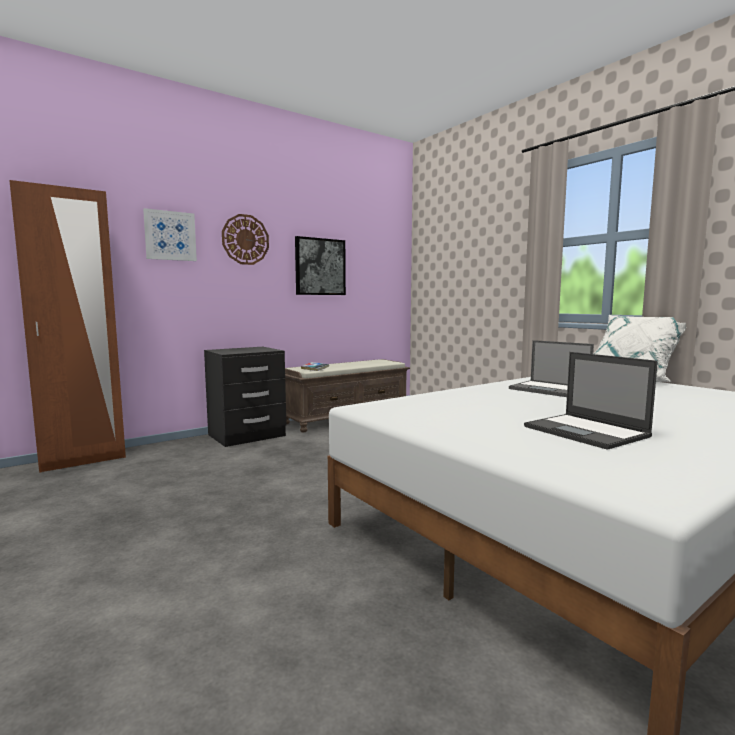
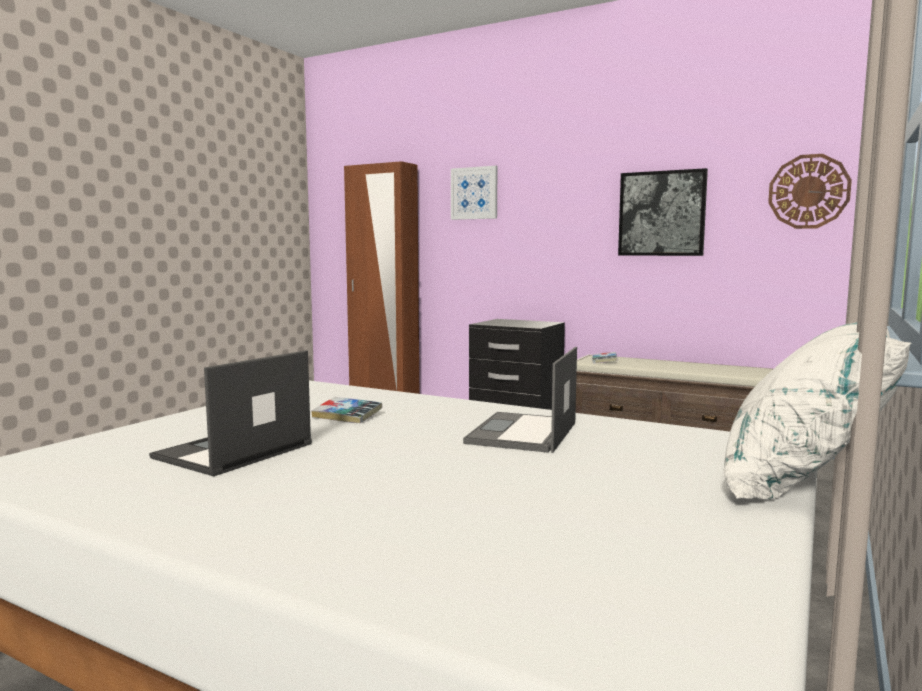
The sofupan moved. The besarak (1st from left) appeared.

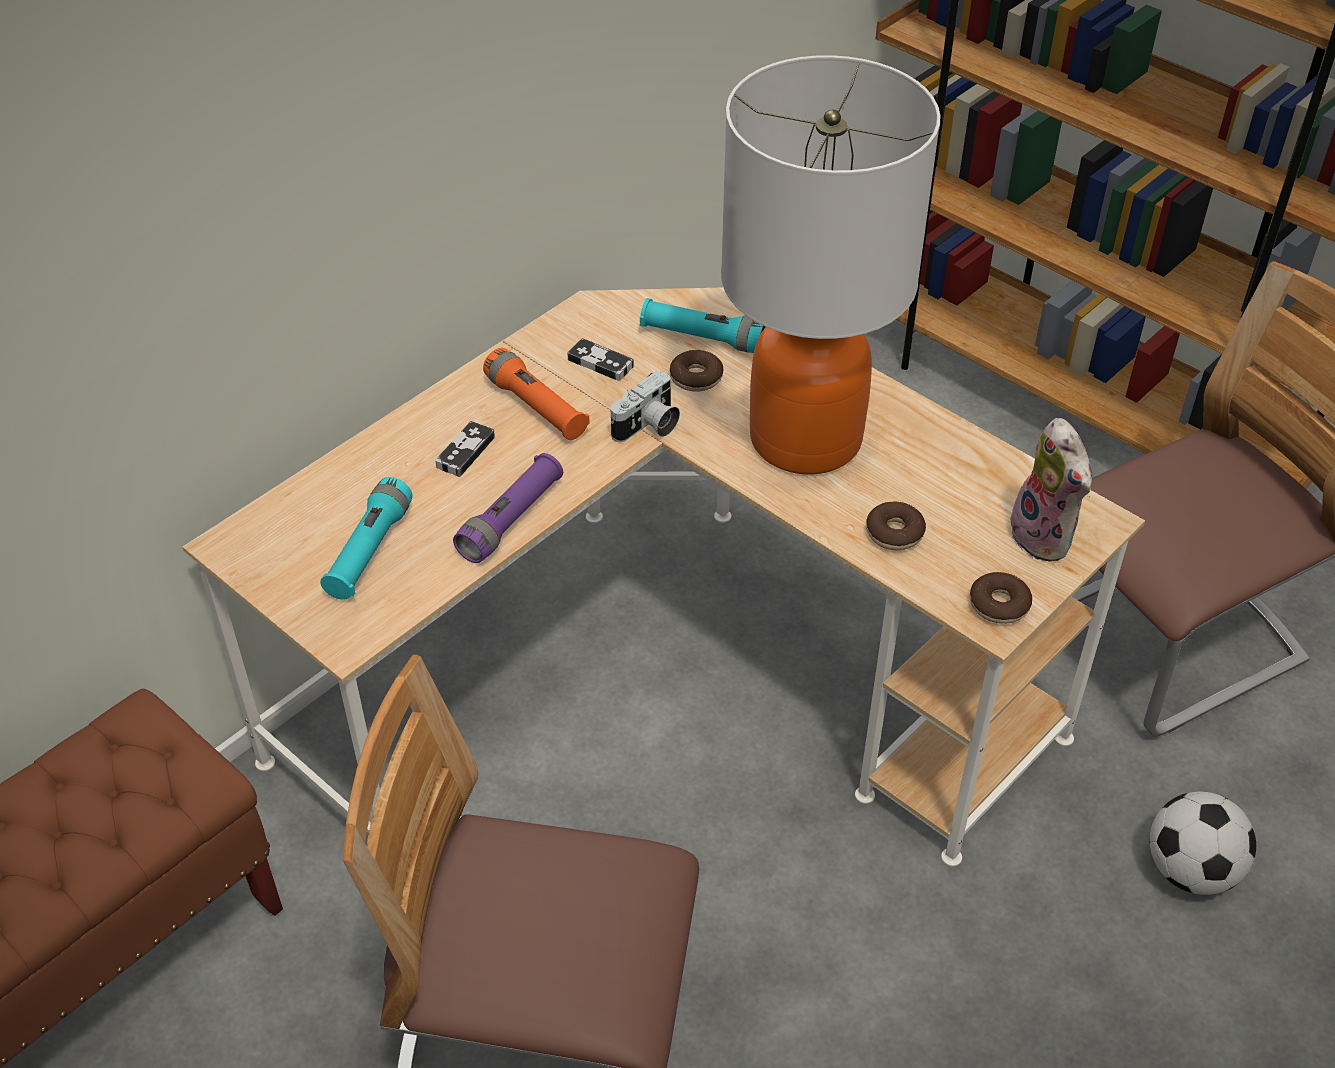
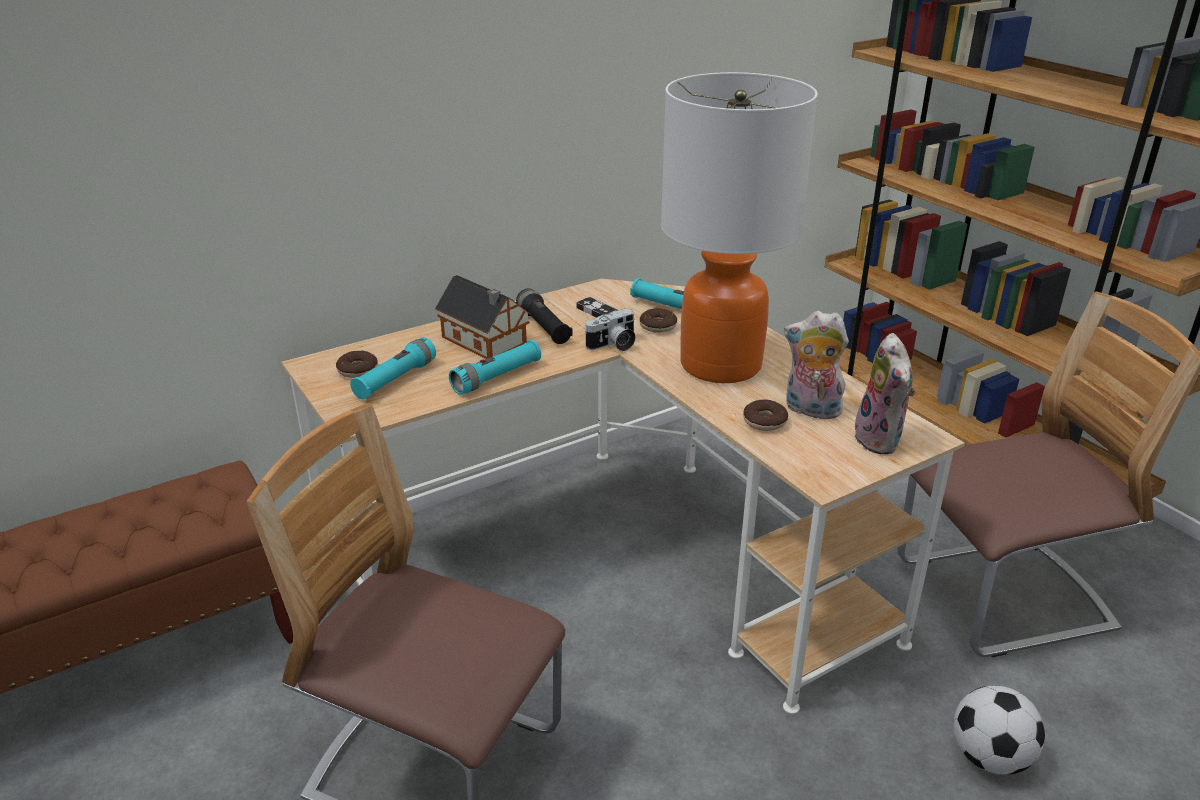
The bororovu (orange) became the bororovu (black). The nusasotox (1st from left) was replaced by the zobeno. The bororovu (purple) became the bororovu (turquoise) (2nd from left). The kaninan (3rd from left in the first image) moved. The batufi (1st from left) appeared.

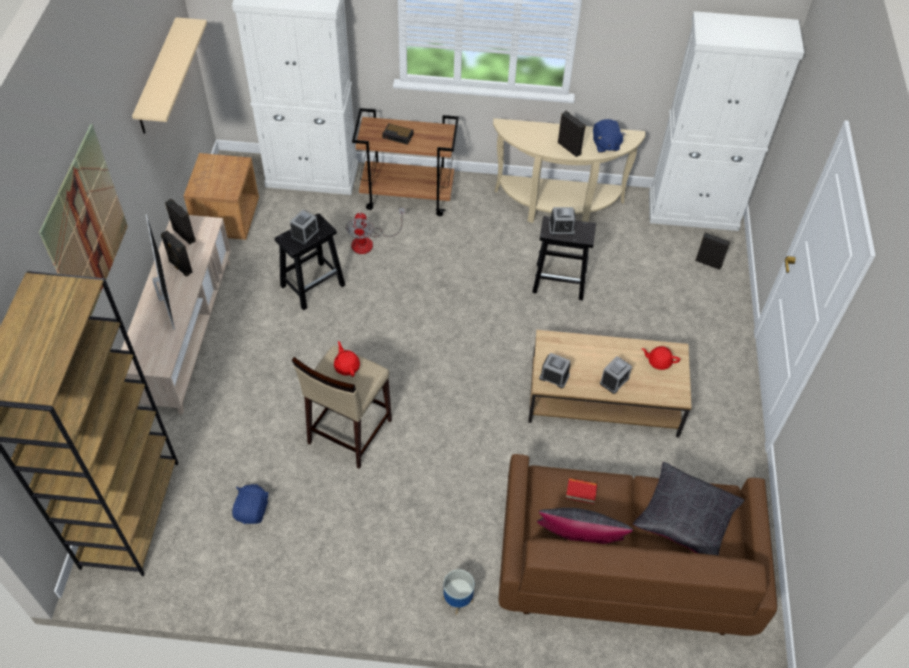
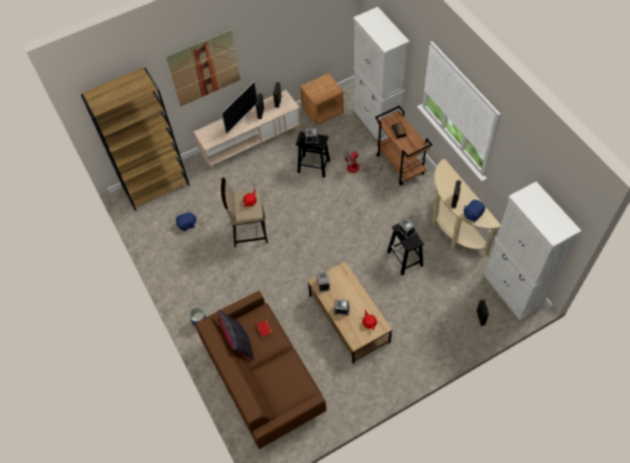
The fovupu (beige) disappeared. The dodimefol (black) (2nd from left) disappeared.

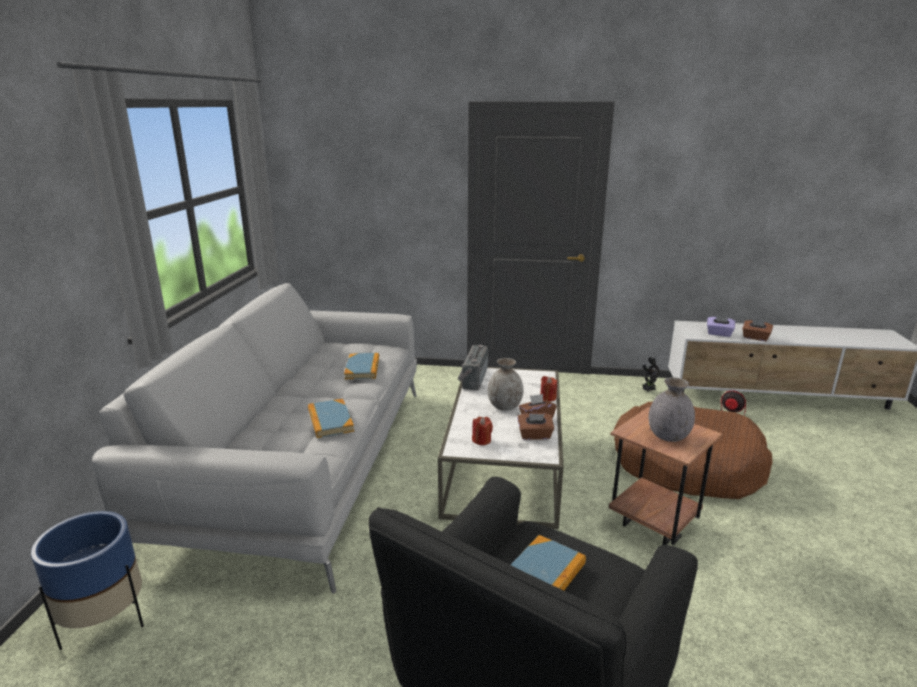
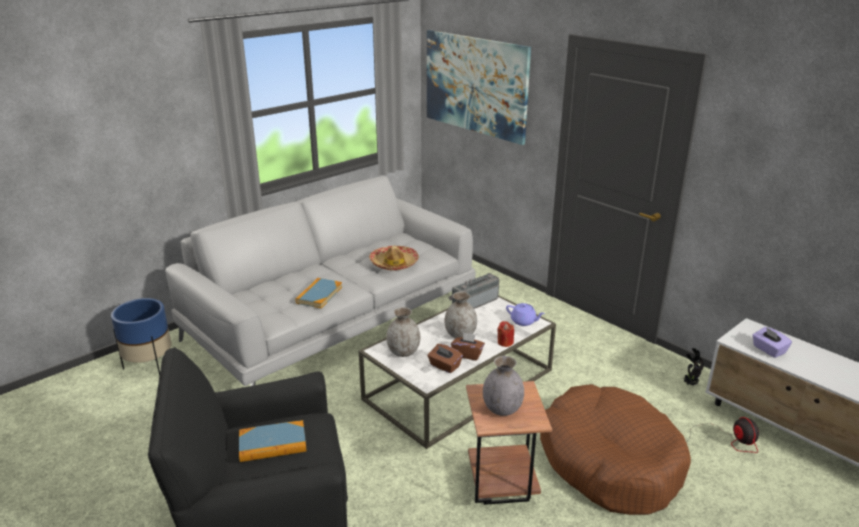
The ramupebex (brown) (3rd from left) disappeared. The besarak (2nd from left) was replaced by the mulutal. The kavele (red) (1st from left) was replaced by the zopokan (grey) (1st from left). The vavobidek appeared. The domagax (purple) appeared.

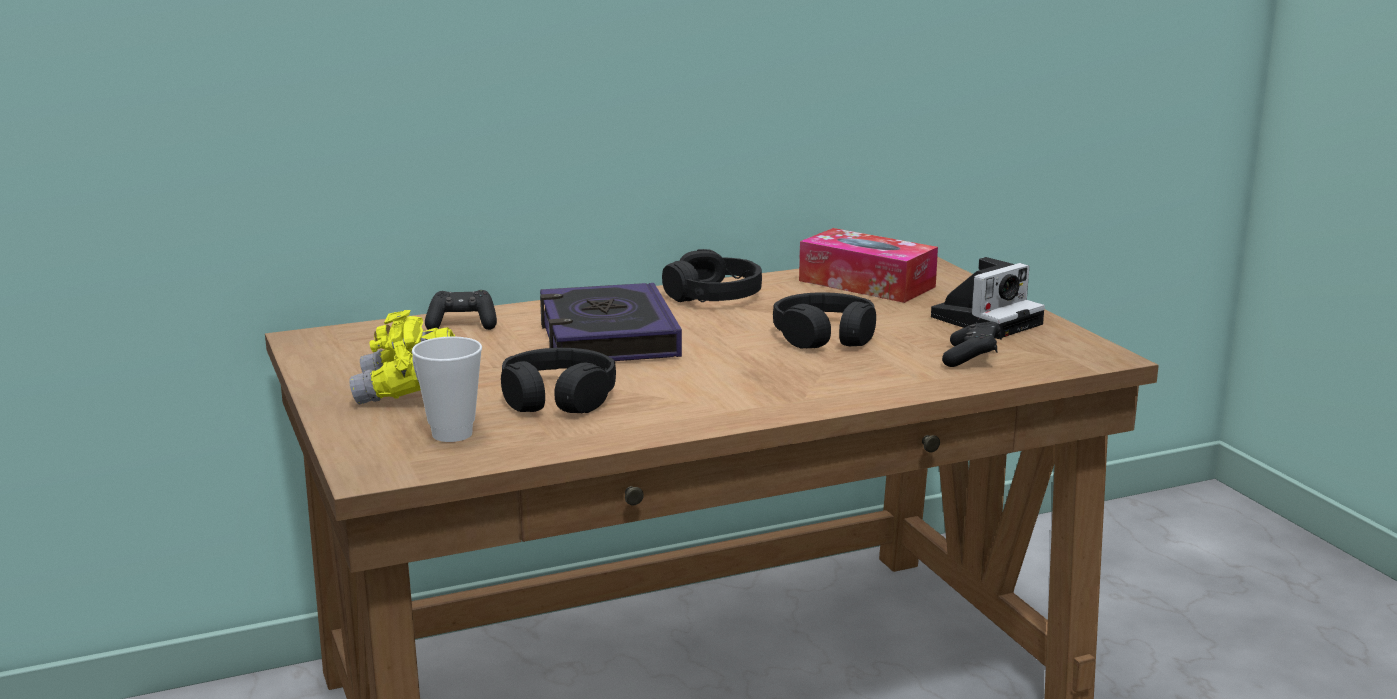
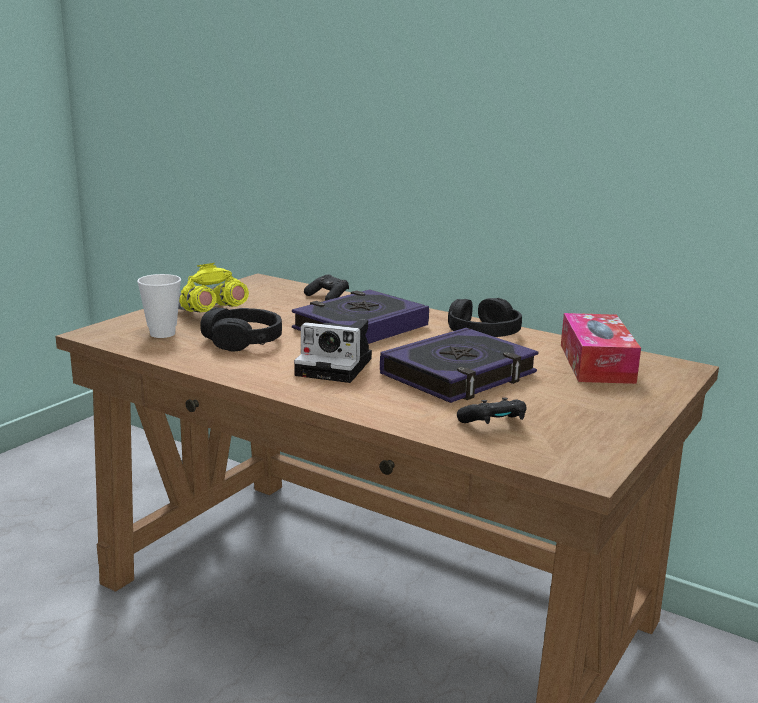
The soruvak moved. The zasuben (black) (3rd from left) was replaced by the besarak (2nd from left).

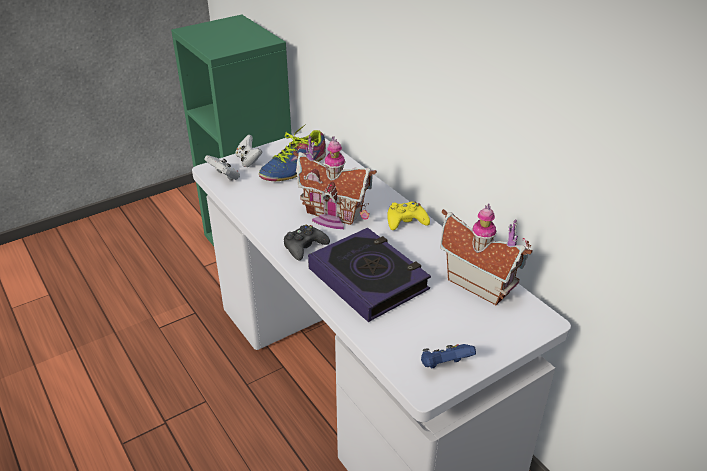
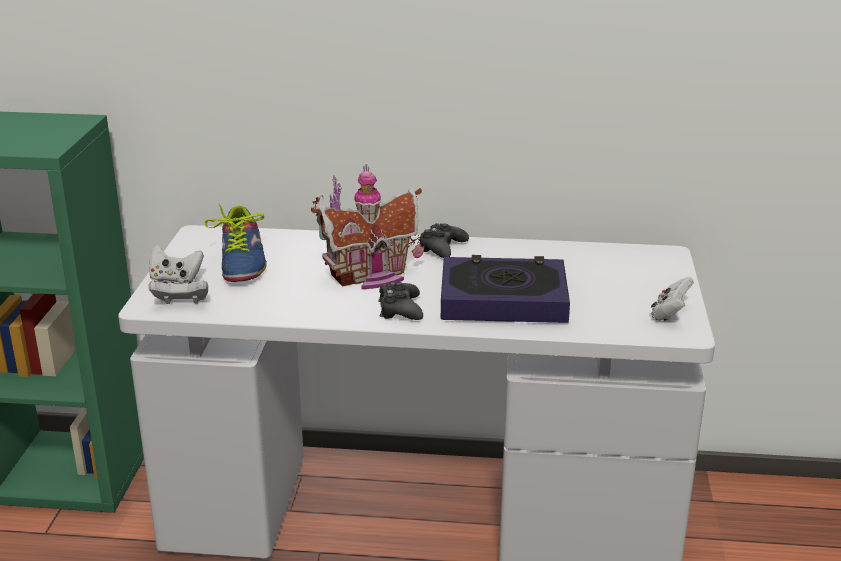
The nusasotox (yellow) became the nusasotox (black) (2nd from left). The zobeno (2nd from left) disappeared. The nusasotox (blue) became the nusasotox (white) (3rd from left).

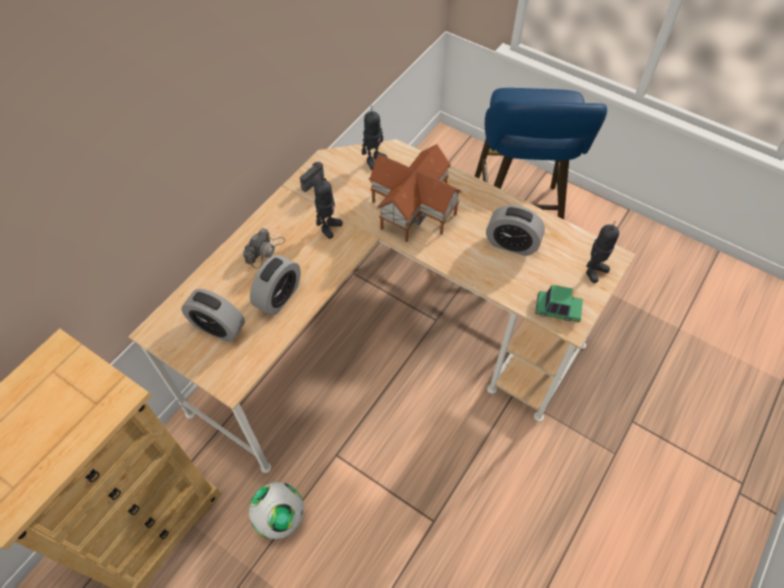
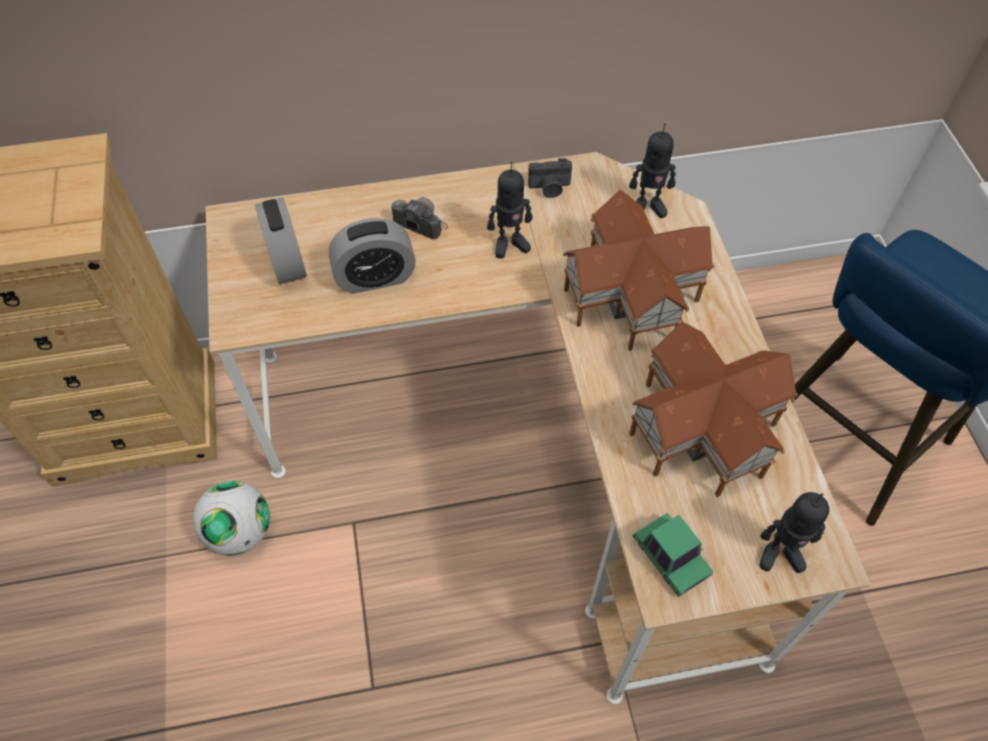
The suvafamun (3rd from left) was replaced by the zobeno (2nd from left). The soruvak (1st from left) turned 135 degrees counterclockwise.

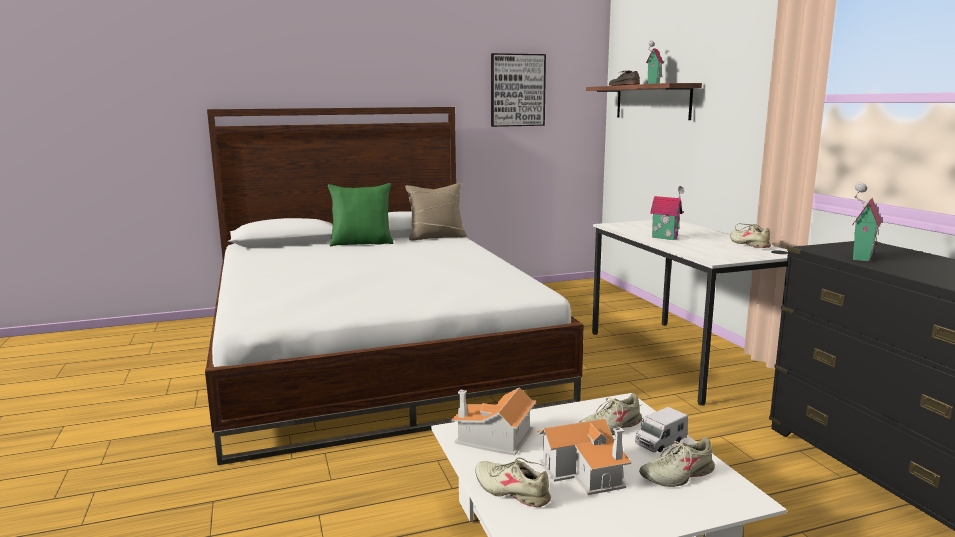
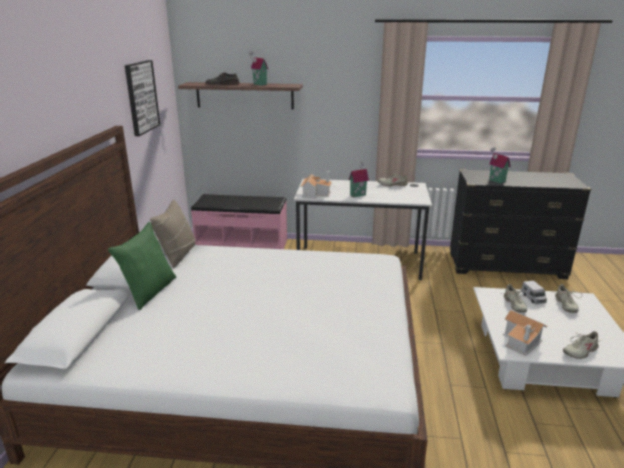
The zobeno (2nd from left) moved. The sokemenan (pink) appeared.

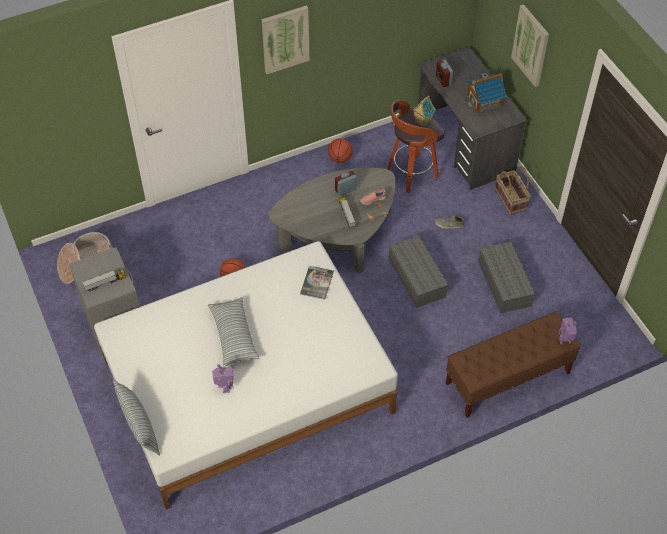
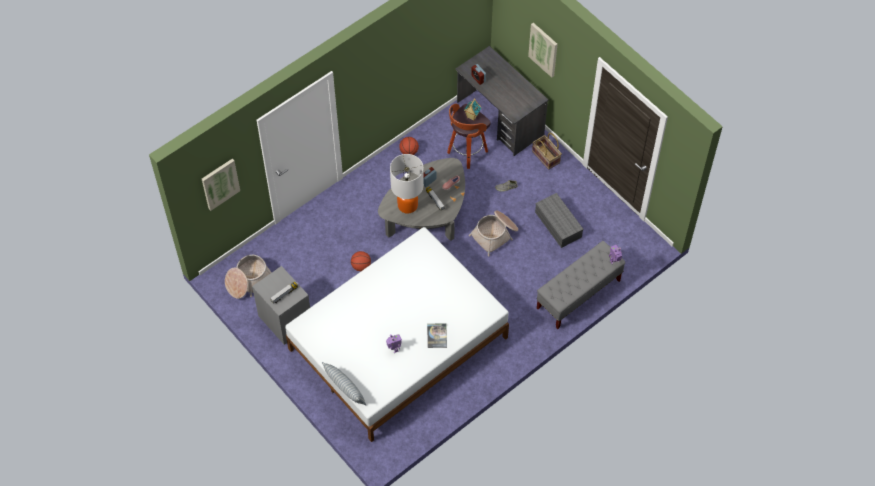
The vavobidek (1st from left) moved. The zobeno (2nd from left) disappeared. The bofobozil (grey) (1st from left) was replaced by the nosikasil (2nd from left). The besarak moved. The dodimefol (2nd from left) disappeared. The sokemenan (brown) became the sokemenan (grey). The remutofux appeared.

